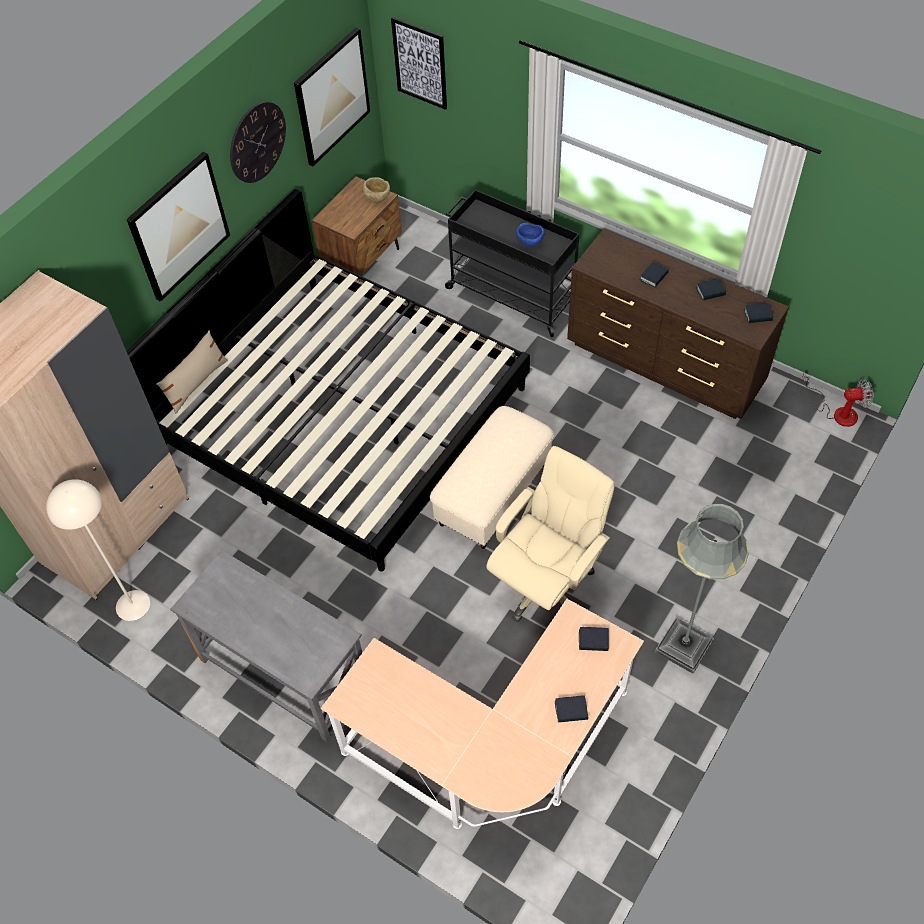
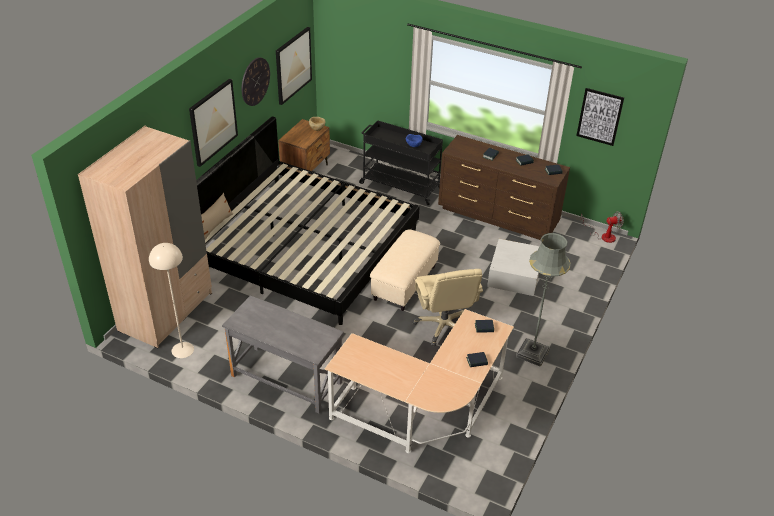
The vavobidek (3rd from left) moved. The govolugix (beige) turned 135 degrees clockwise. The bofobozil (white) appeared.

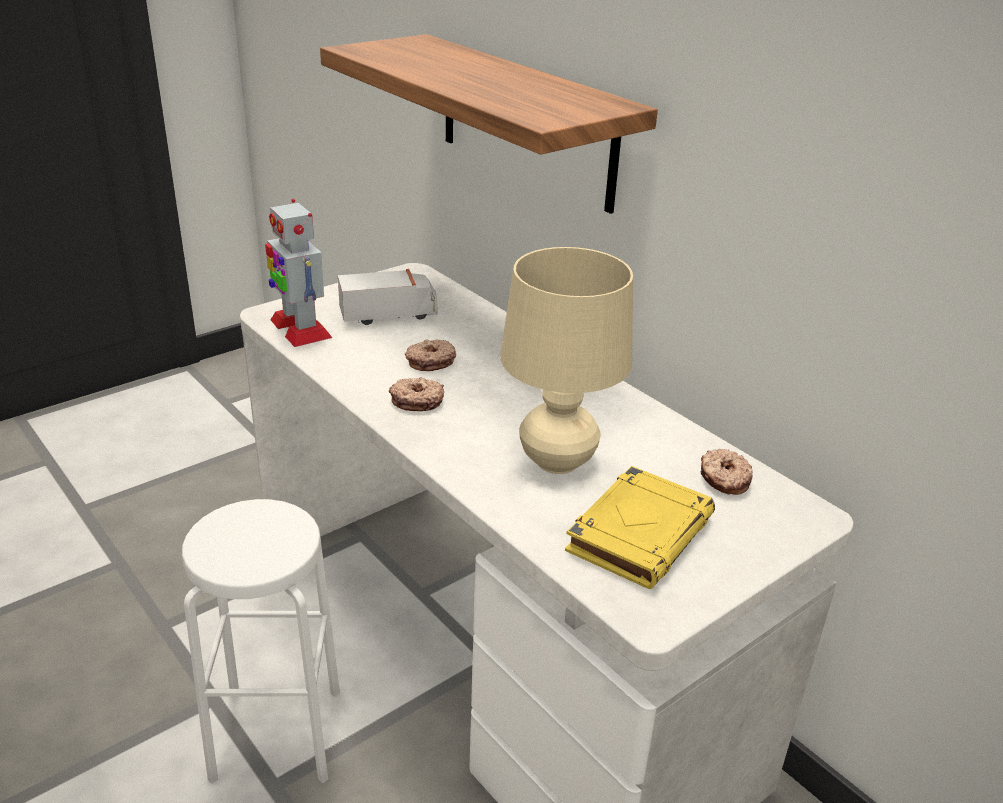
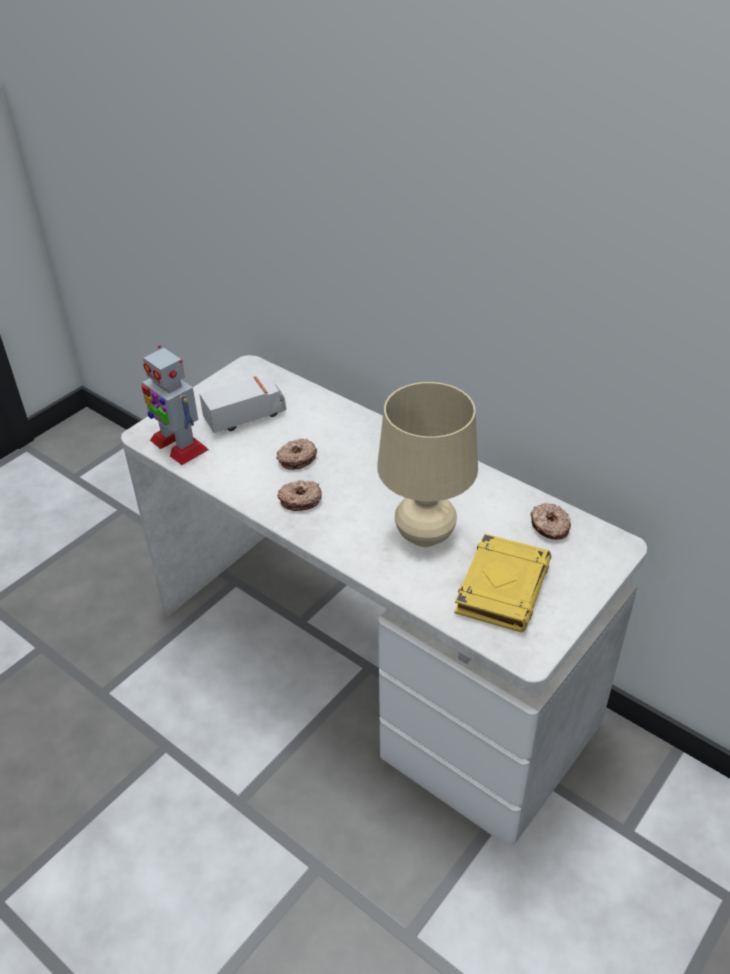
The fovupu disappeared. The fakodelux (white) disappeared.

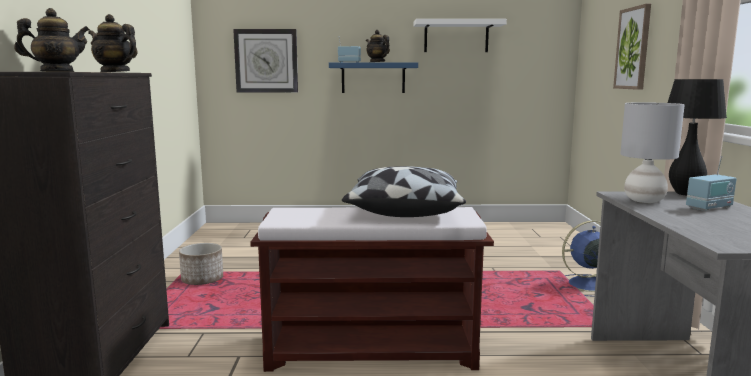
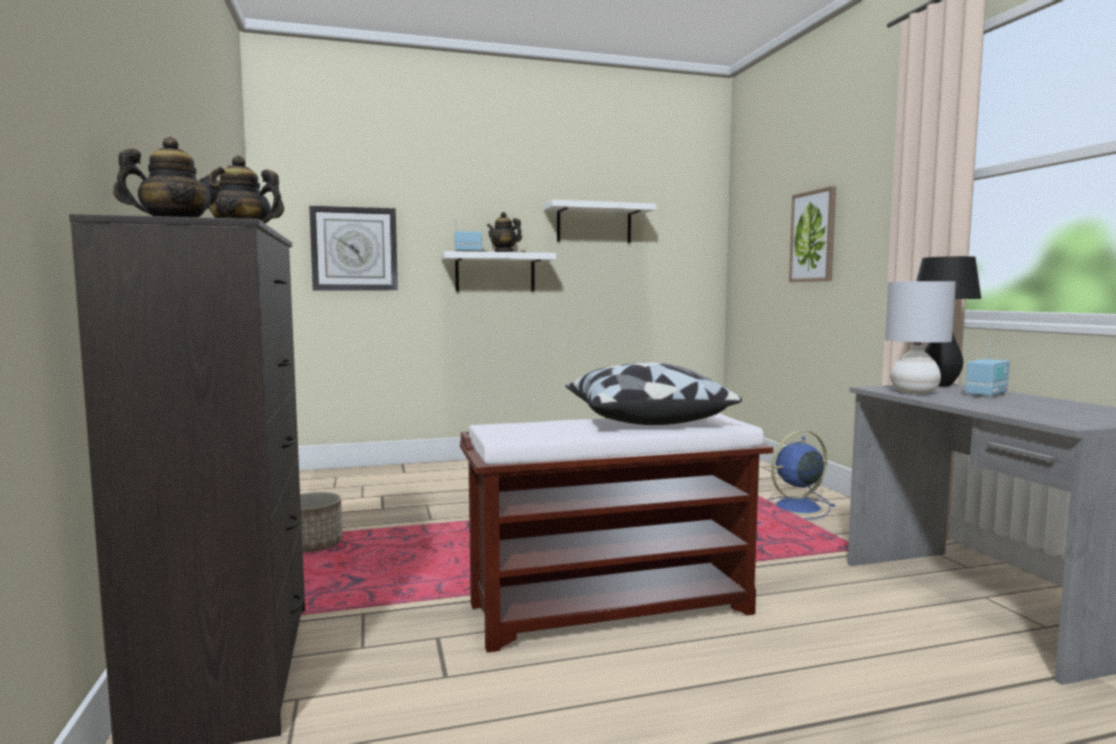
The fovupu (blue) became the fovupu (white) (1st from left).

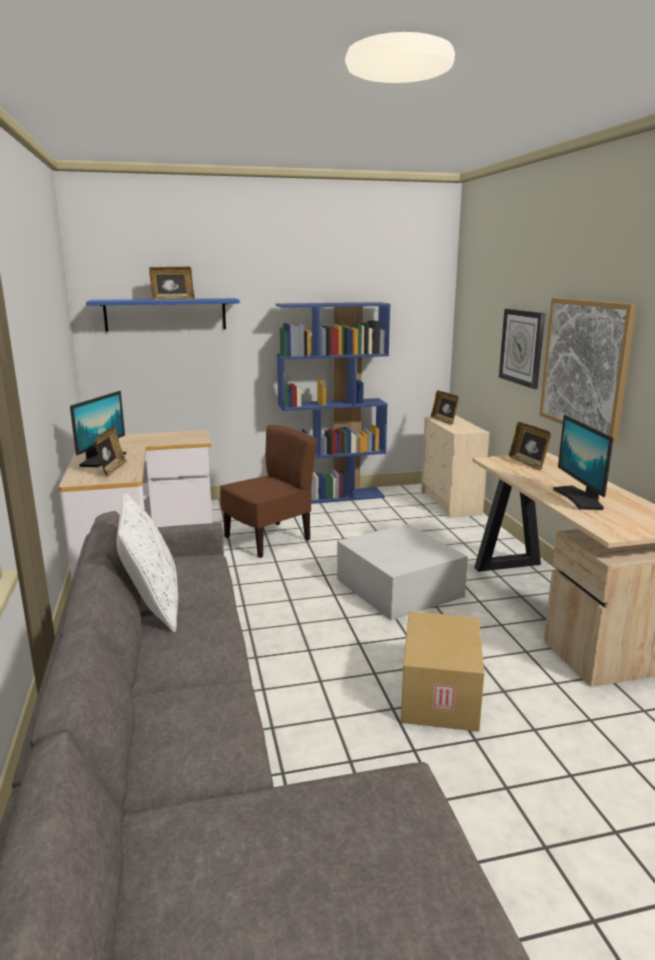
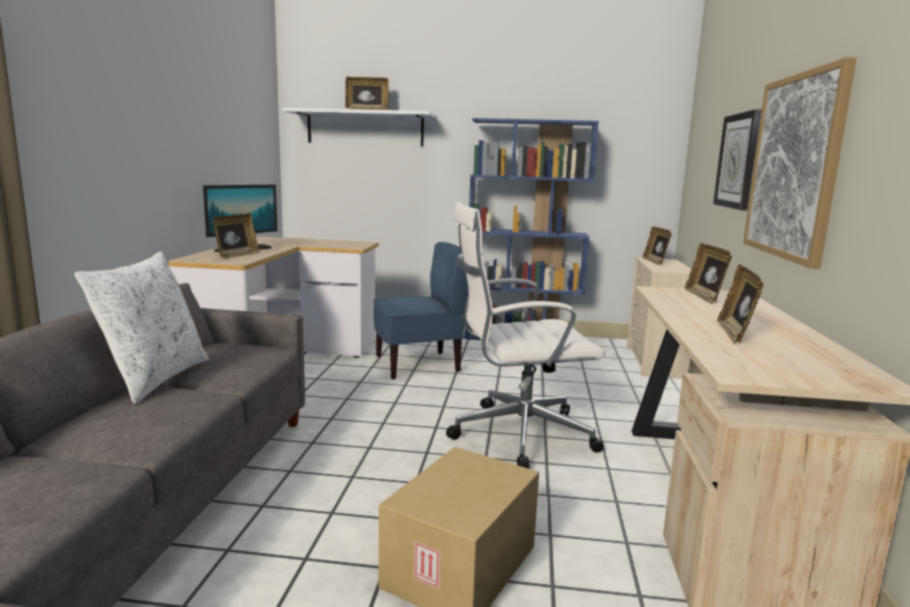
The fovupu (blue) became the fovupu (white). The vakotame (2nd from left) was replaced by the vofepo (5th from left). The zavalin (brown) became the zavalin (blue). The bofobozil (white) was replaced by the govolugix (white).

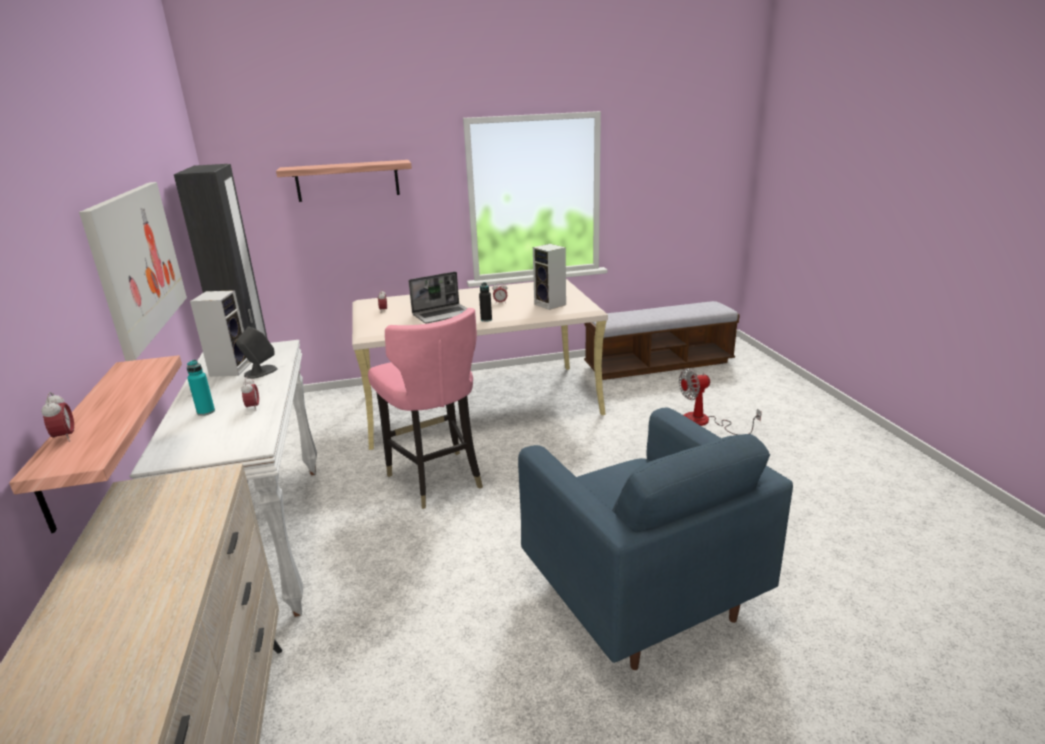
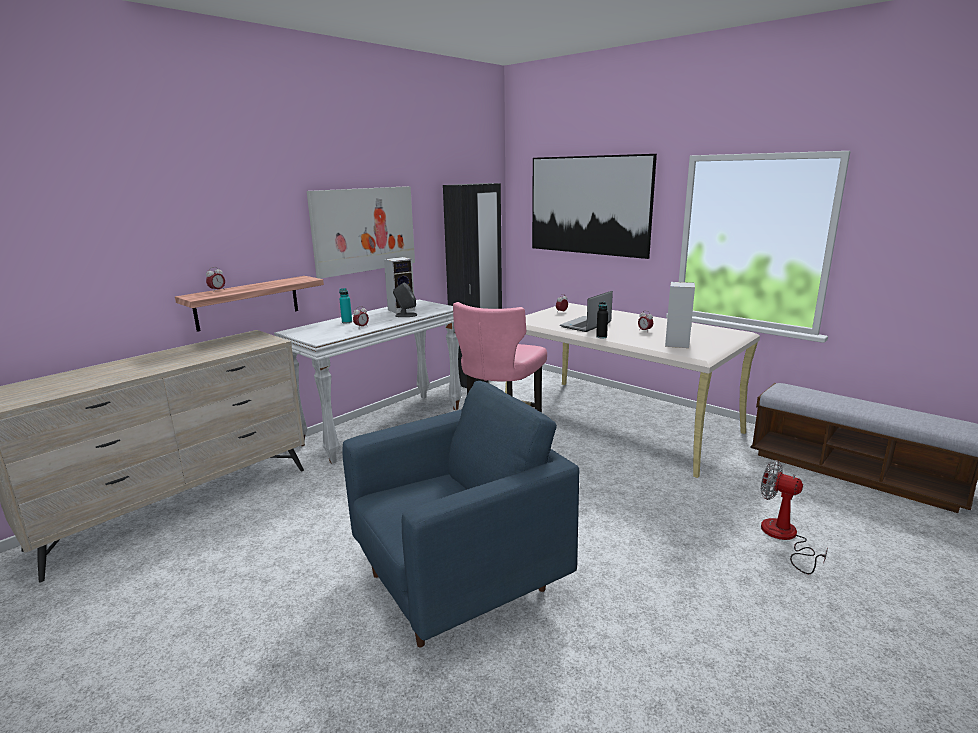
The fovupu (2nd from left) was replaced by the vavobidek (2nd from left). The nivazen turned 105 degrees clockwise. The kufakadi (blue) turned 150 degrees counterclockwise.

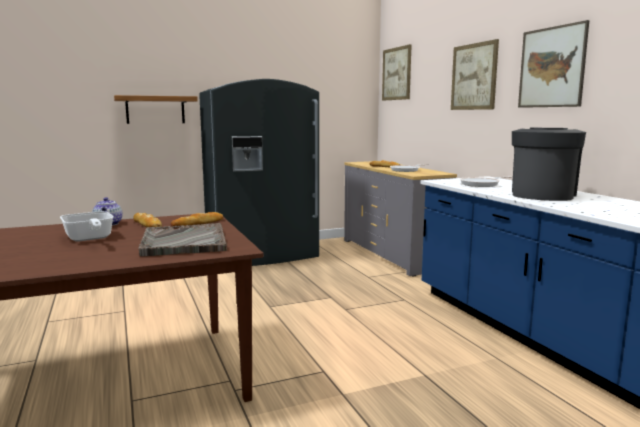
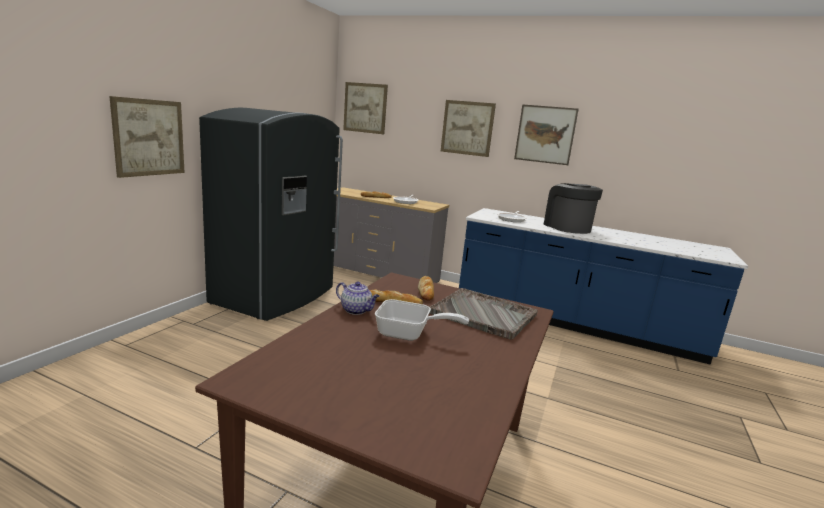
The fovupu was replaced by the vavobidek (1st from left).

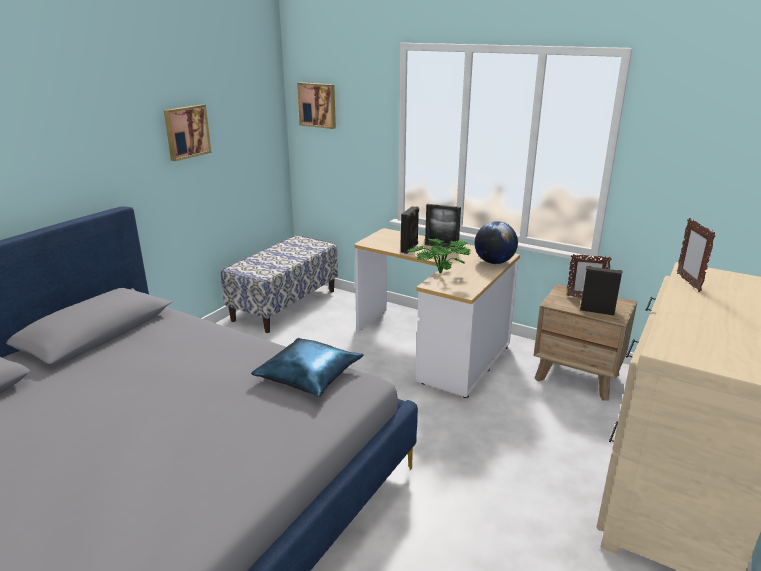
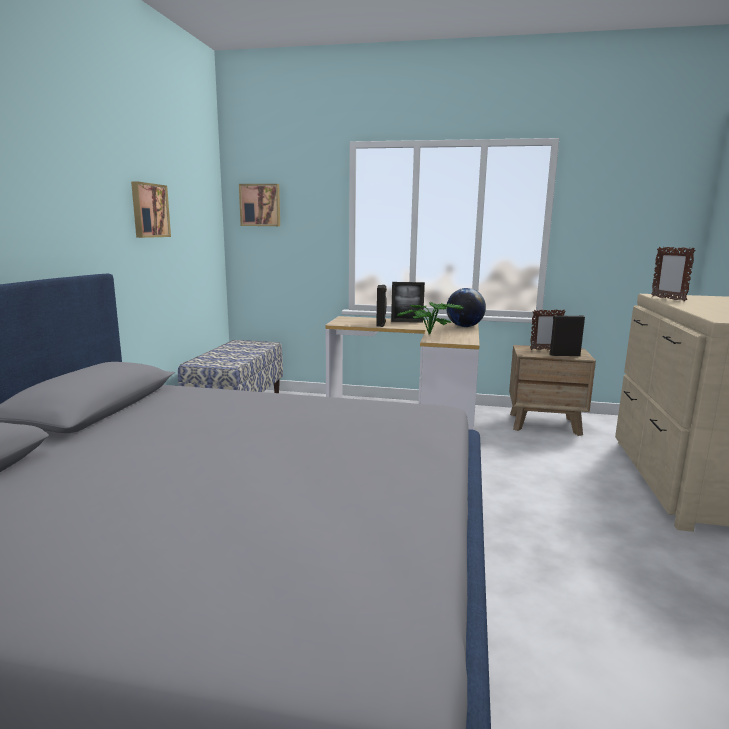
The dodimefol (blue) disappeared.

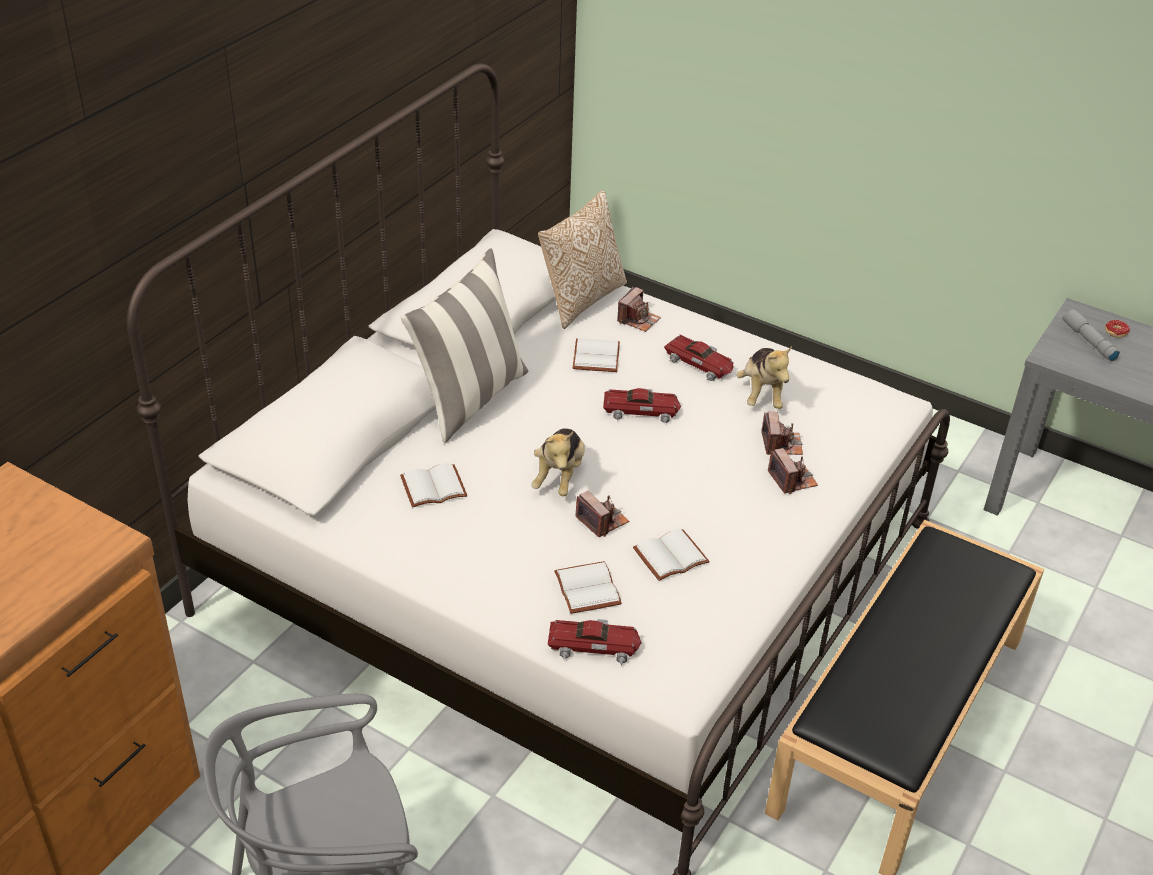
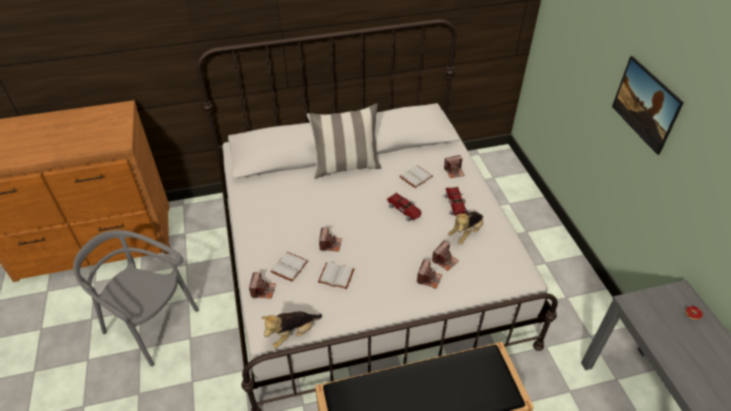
The dodimefol (2nd from left) disappeared. The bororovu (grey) disappeared. The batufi (1st from left) moved. The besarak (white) (1st from left) disappeared. The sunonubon (1st from left) was replaced by the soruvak (1st from left). The vavobidek appeared.

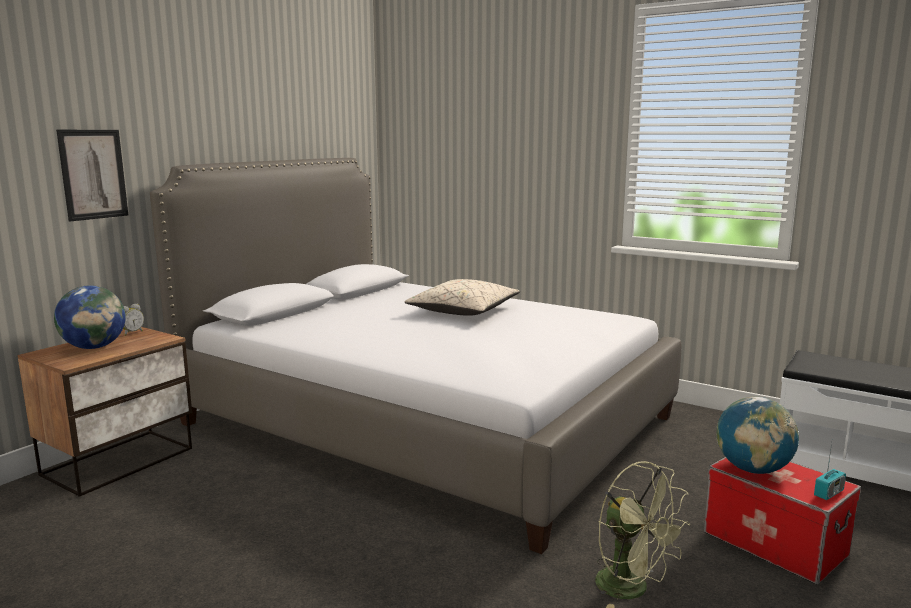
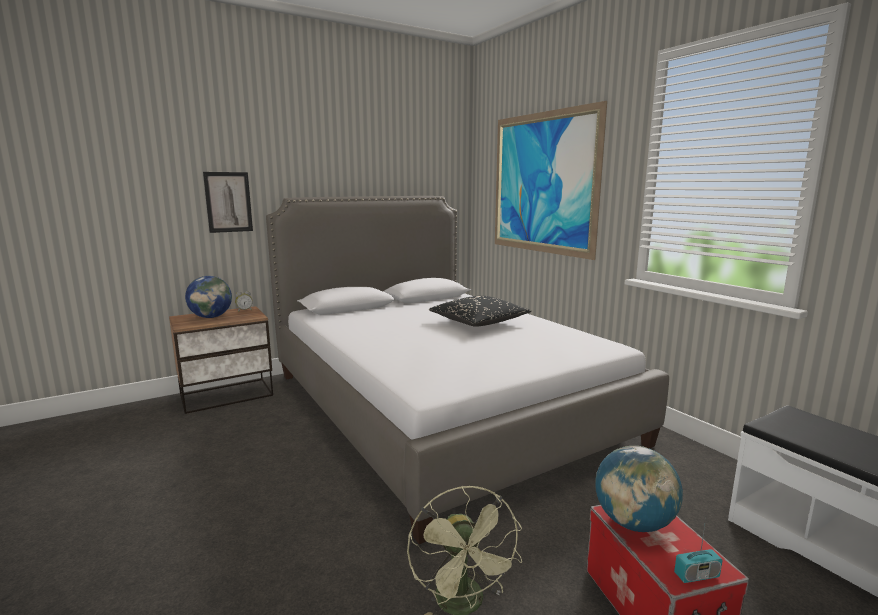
The dodimefol (beige) became the dodimefol (black). The vavobidek (2nd from left) appeared.

